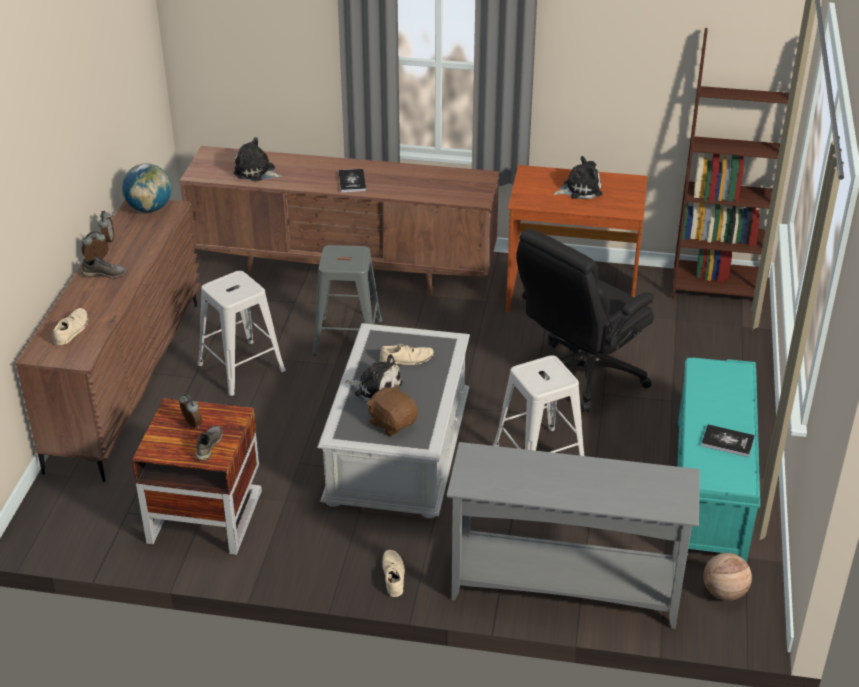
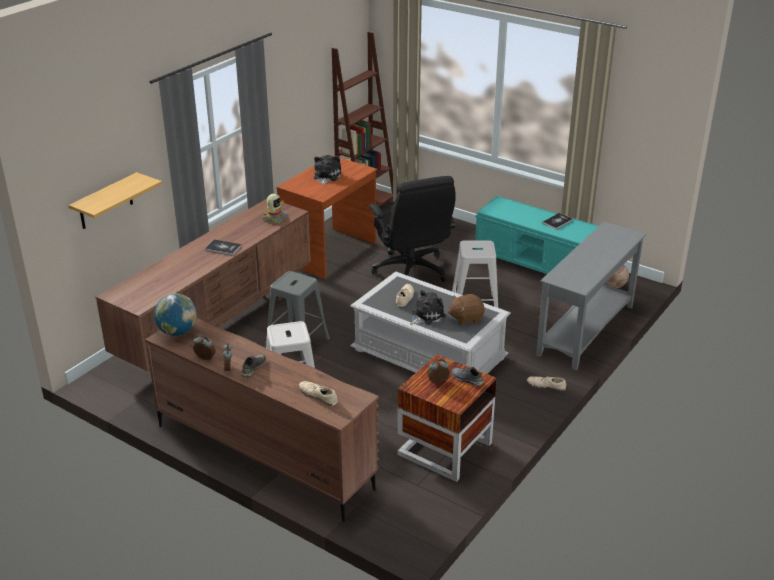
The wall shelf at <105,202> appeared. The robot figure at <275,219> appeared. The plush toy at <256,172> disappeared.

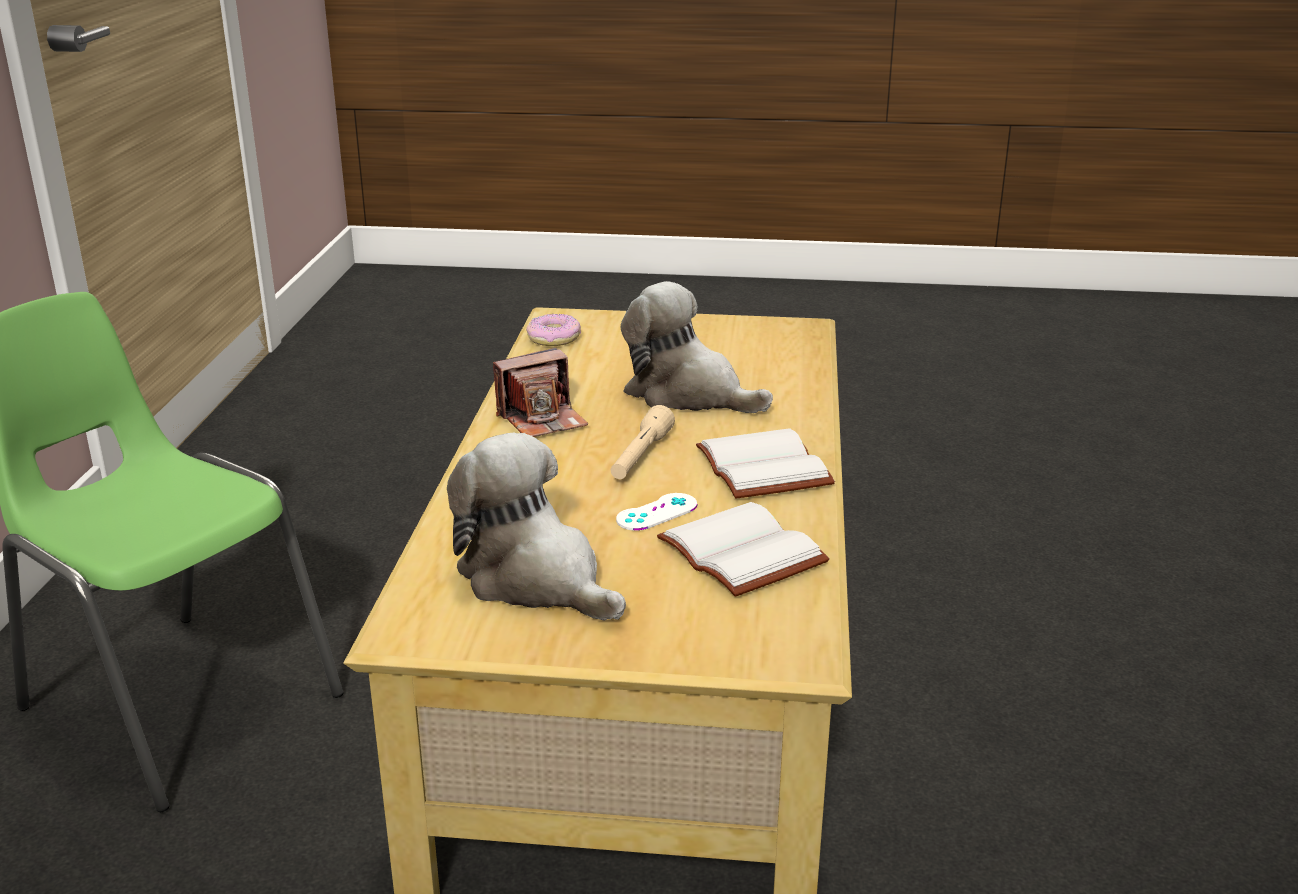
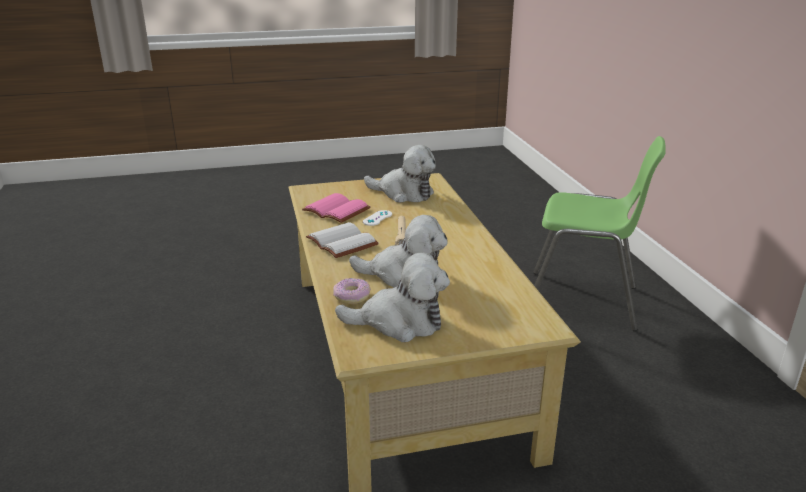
The white book at <746,553> became the pinkish book at <334,210>. The doughnut moved from <554,338> to <351,296>. The plush toy at <399,322> appeared. The still camera at <542,419> disappeared.

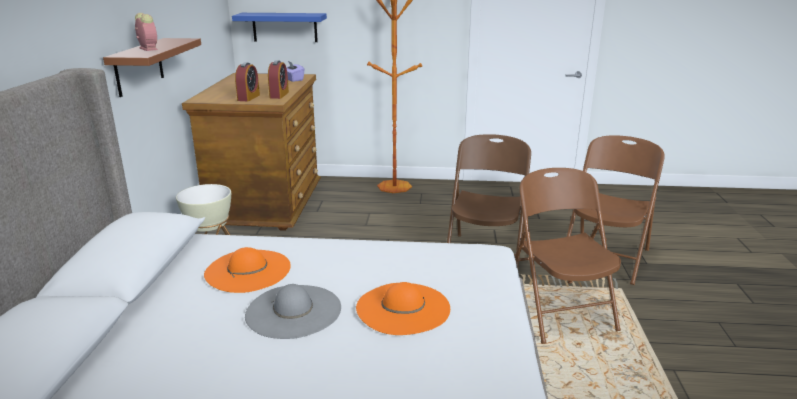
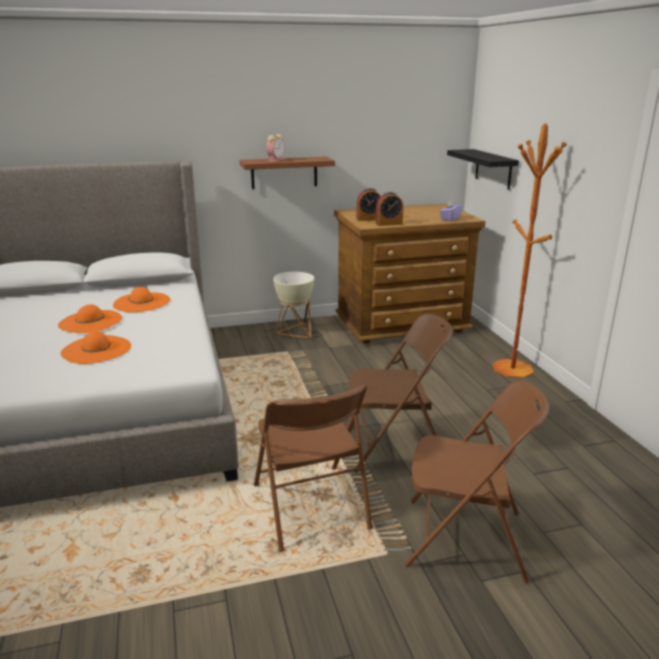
The grey wearable hat at <293,311> became the orange-coloured wearable hat at <90,321>. The brownish upright chair at <558,310> turned 105 degrees clockwise. The bluish wall shelf at <284,27> became the blackish wall shelf at <493,169>.

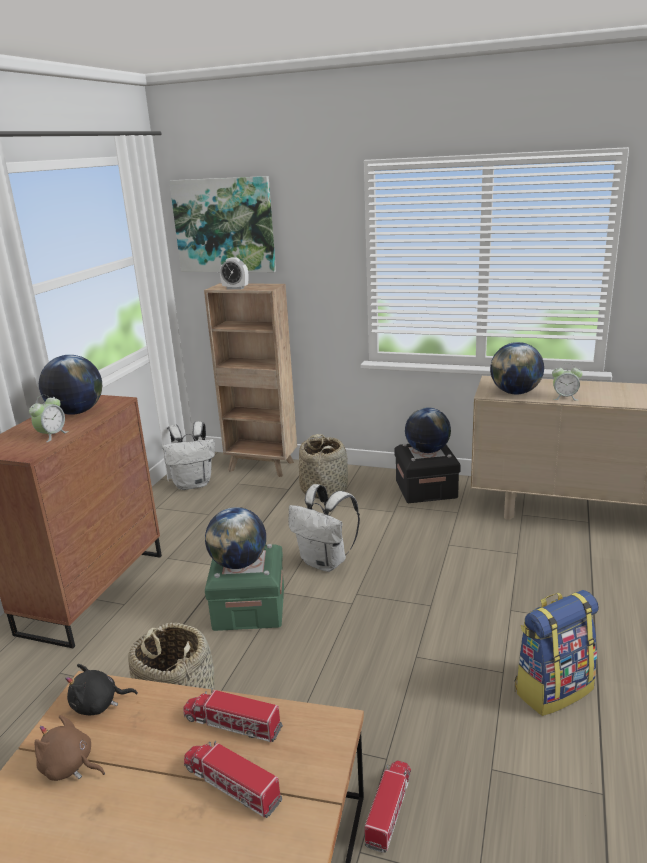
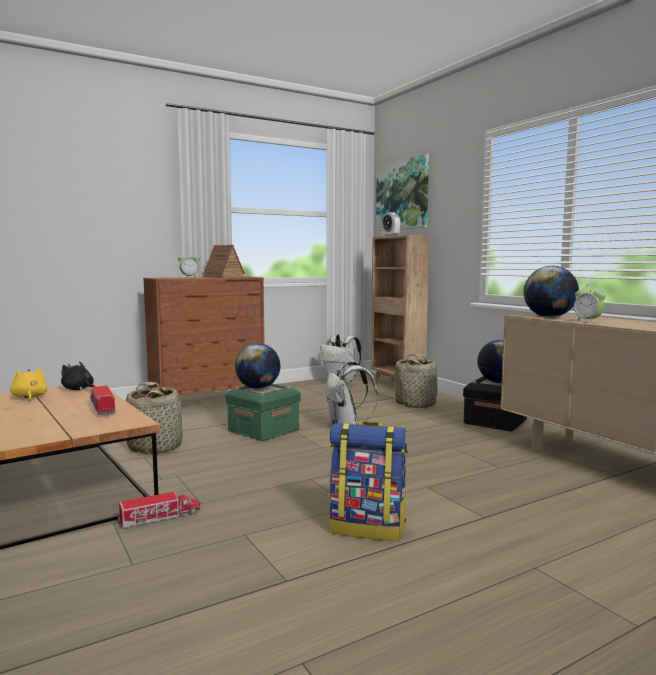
The brownish plush toy at <70,767> became the yellow plush toy at <29,397>. The globe at <76,412> was replaced by the toy house at <222,277>. The toy lorry at <231,784> disappeared.

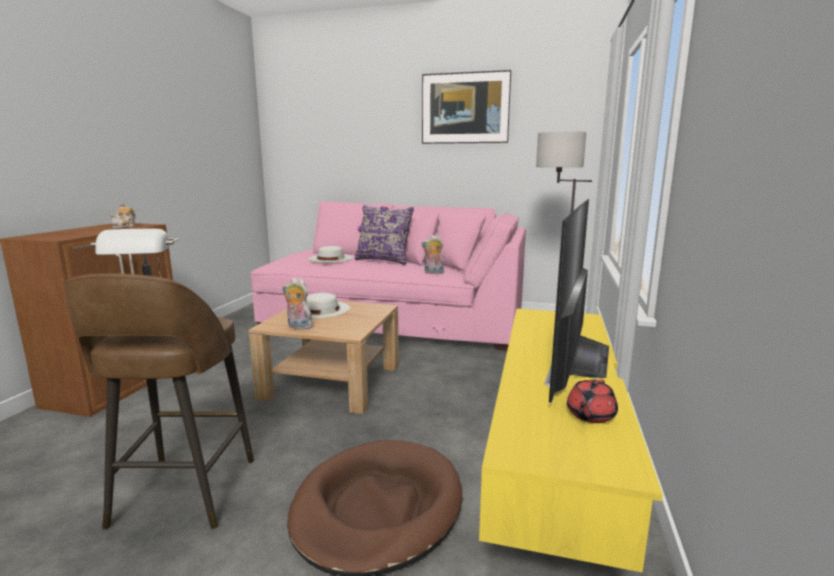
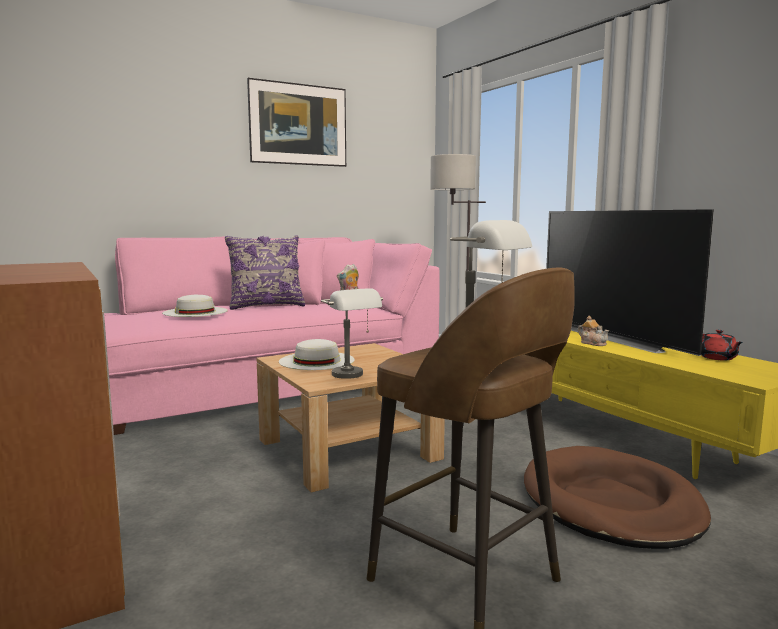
The plush toy at <298,327> was replaced by the grey tabletop lamp at <353,376>. The teapot moved from <125,227> to <593,343>.

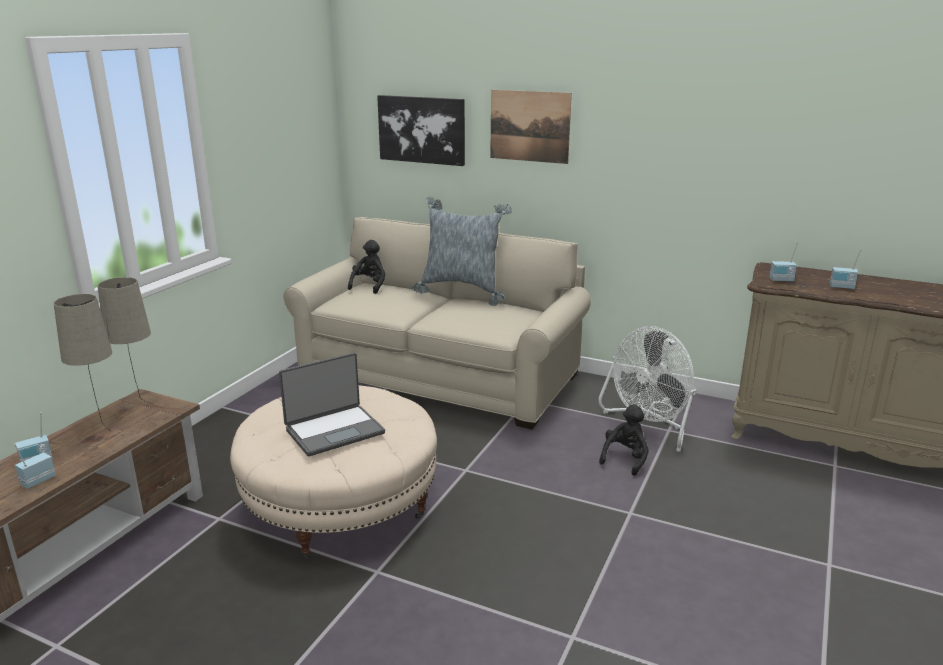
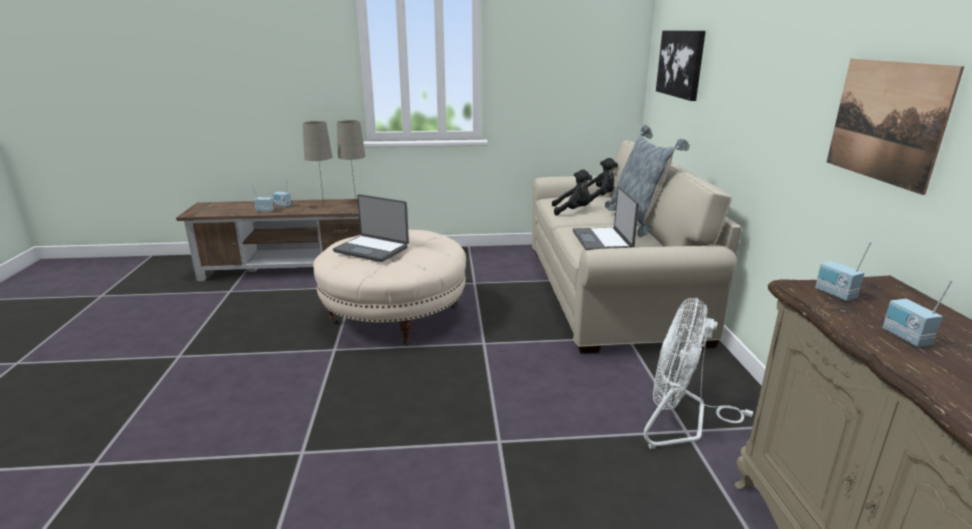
The blackish plush toy moved from <625,459> to <573,211>. The notebook computer at <603,241> appeared. The picture moved from <529,126> to <886,121>.

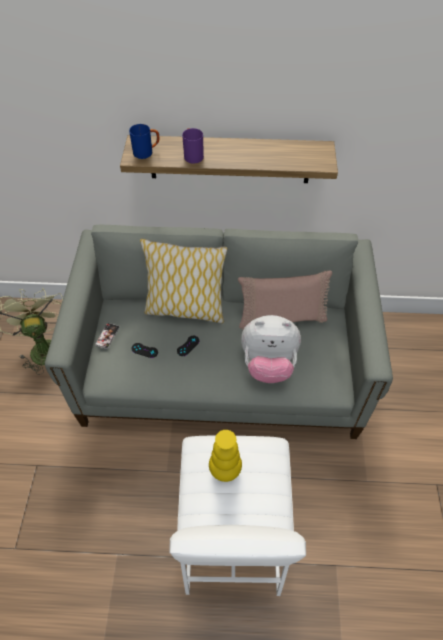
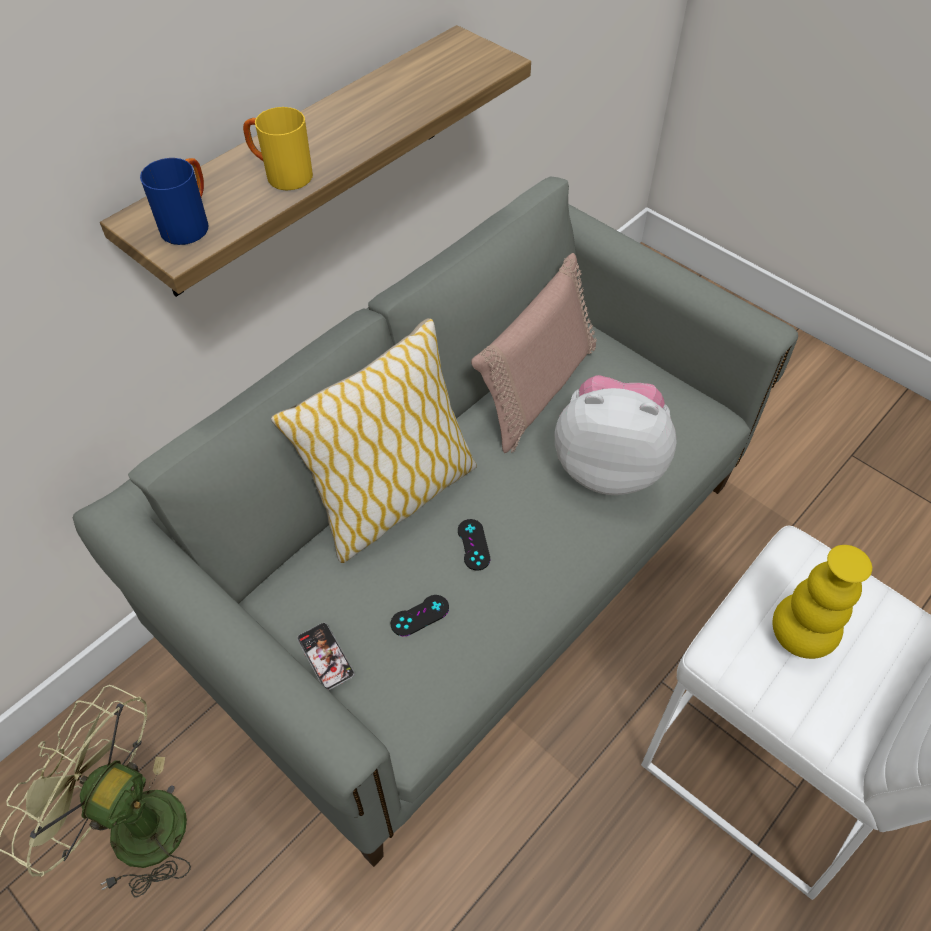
The purple tea mug at <192,155> became the yellow tea mug at <281,175>. The plush toy at <268,364> turned 120 degrees counterclockwise.

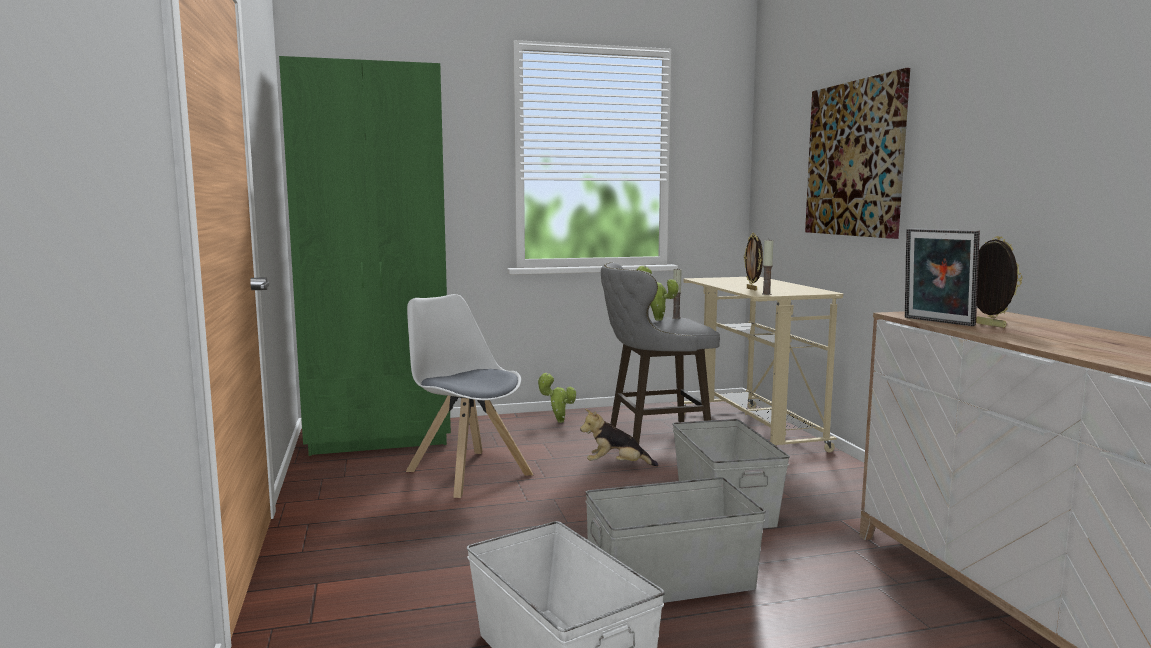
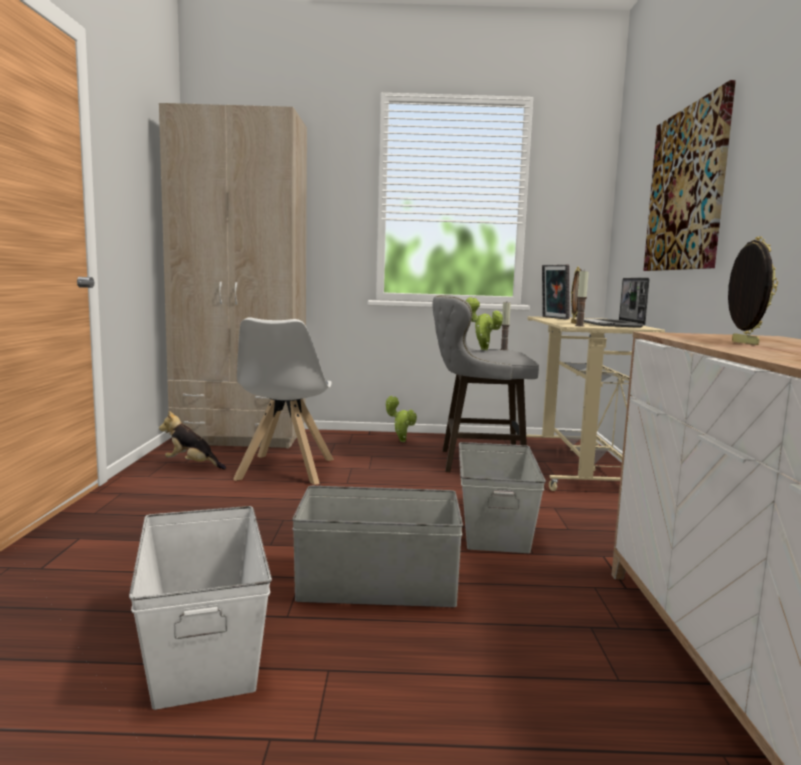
The greenish clothes cupboard at <380,437> became the sand-coloured clothes cupboard at <242,438>. The plush toy moved from <616,465> to <192,465>. The upright chair at <467,472> turned 150 degrees counterclockwise. The standing frame moved from <936,322> to <553,318>. The notebook computer at <611,324> appeared.

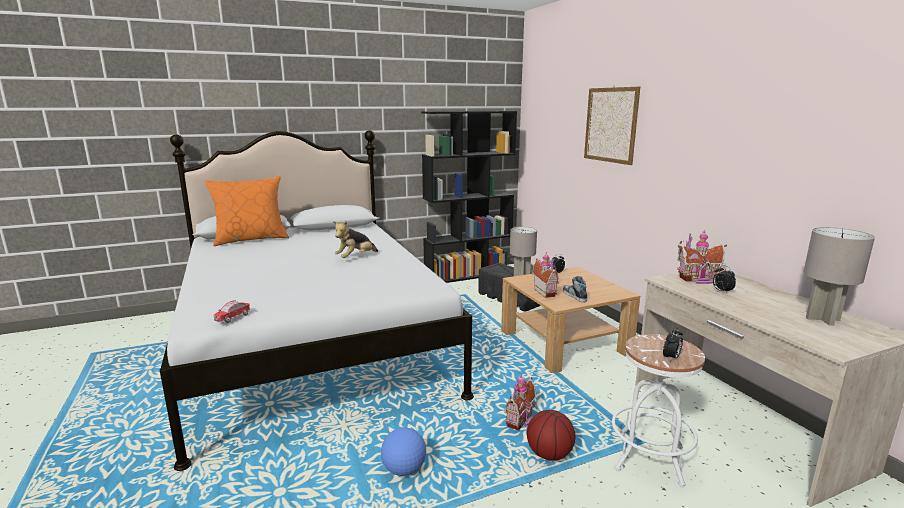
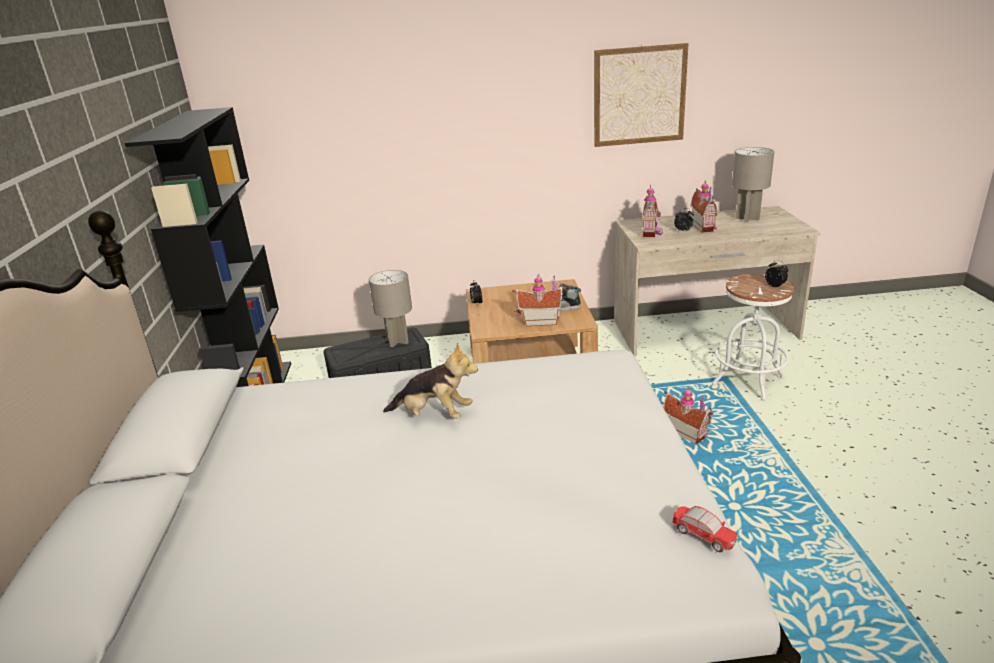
The plush toy at <355,258> turned 45 degrees counterclockwise. The picture moved from <611,124> to <639,94>. The toy house at <705,227> appeared. The orange-coloured throw pillow at <251,239> disappeared. The ball for football at <404,470> disappeared. The ball for basketball at <549,454> disappeared.

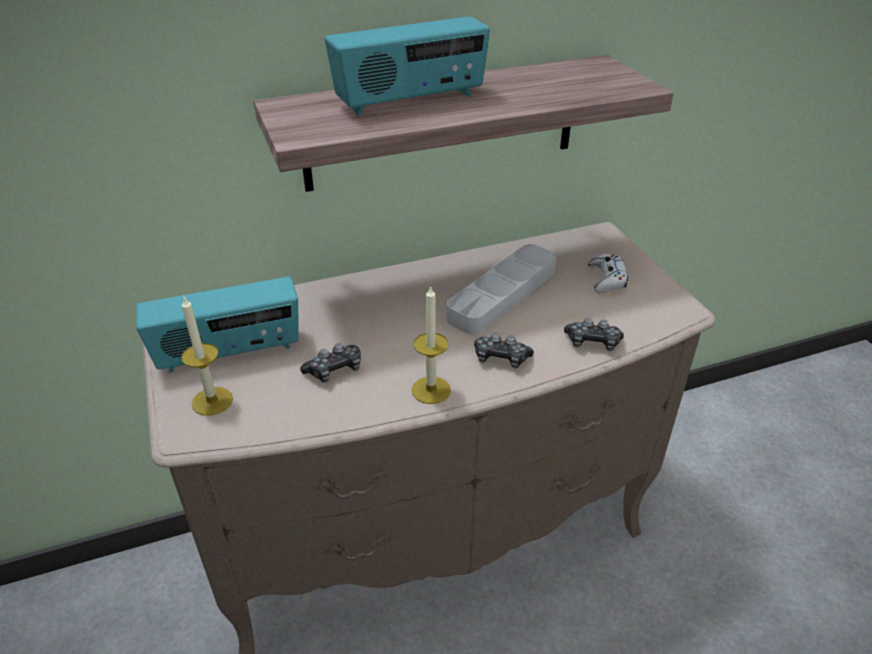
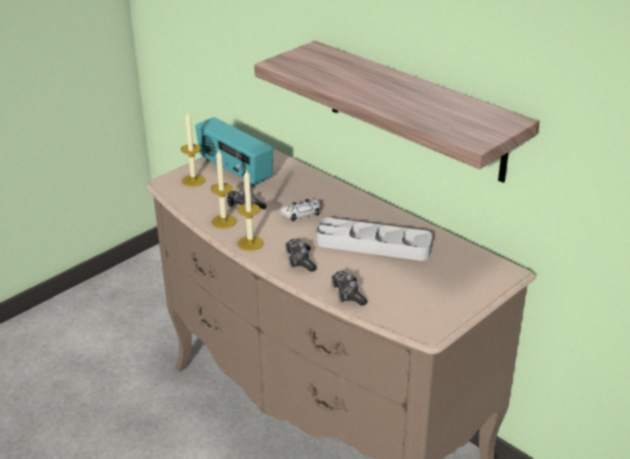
The wax candle at <224,221> appeared. The white gamepad moved from <606,279> to <301,214>. The radio receiver at <411,101> disappeared.

